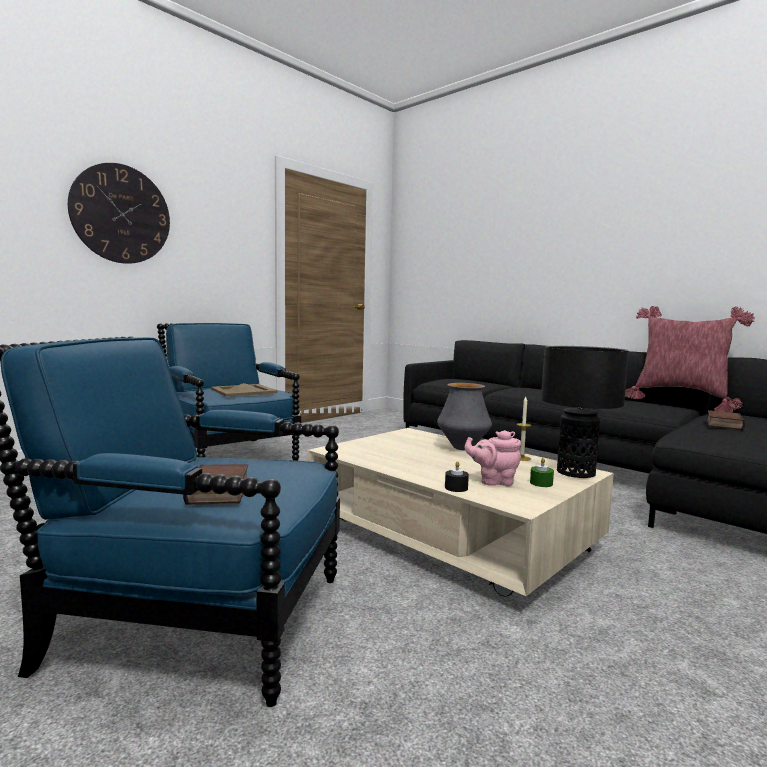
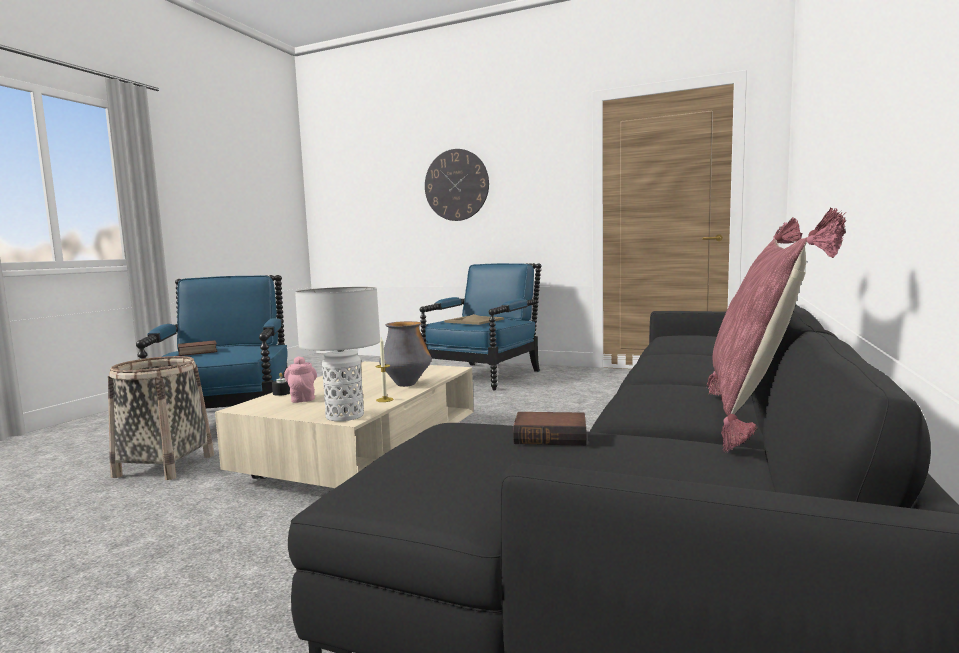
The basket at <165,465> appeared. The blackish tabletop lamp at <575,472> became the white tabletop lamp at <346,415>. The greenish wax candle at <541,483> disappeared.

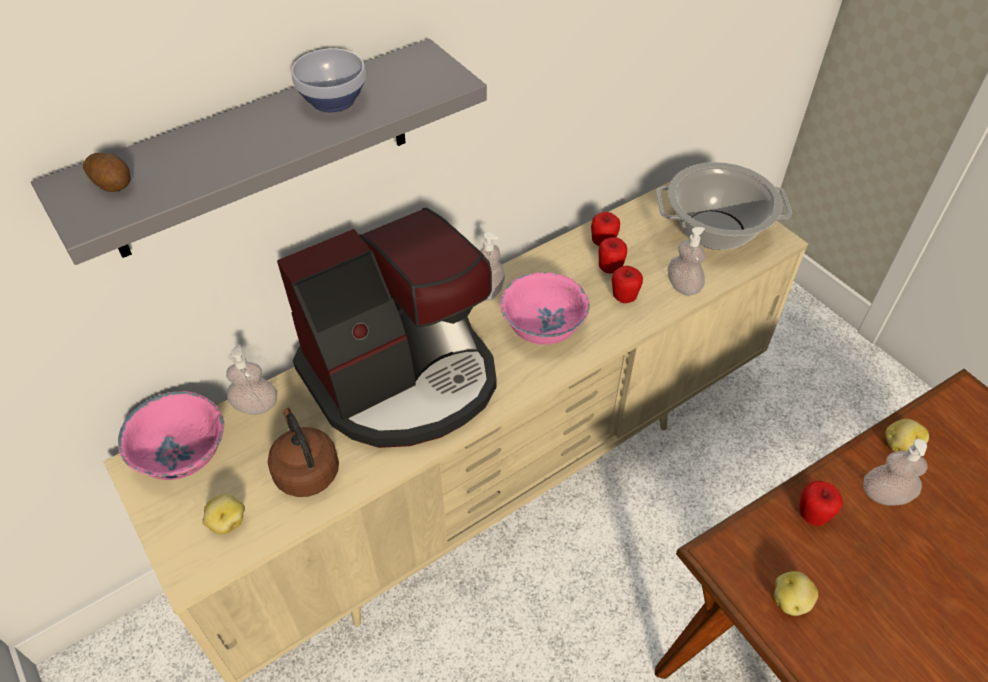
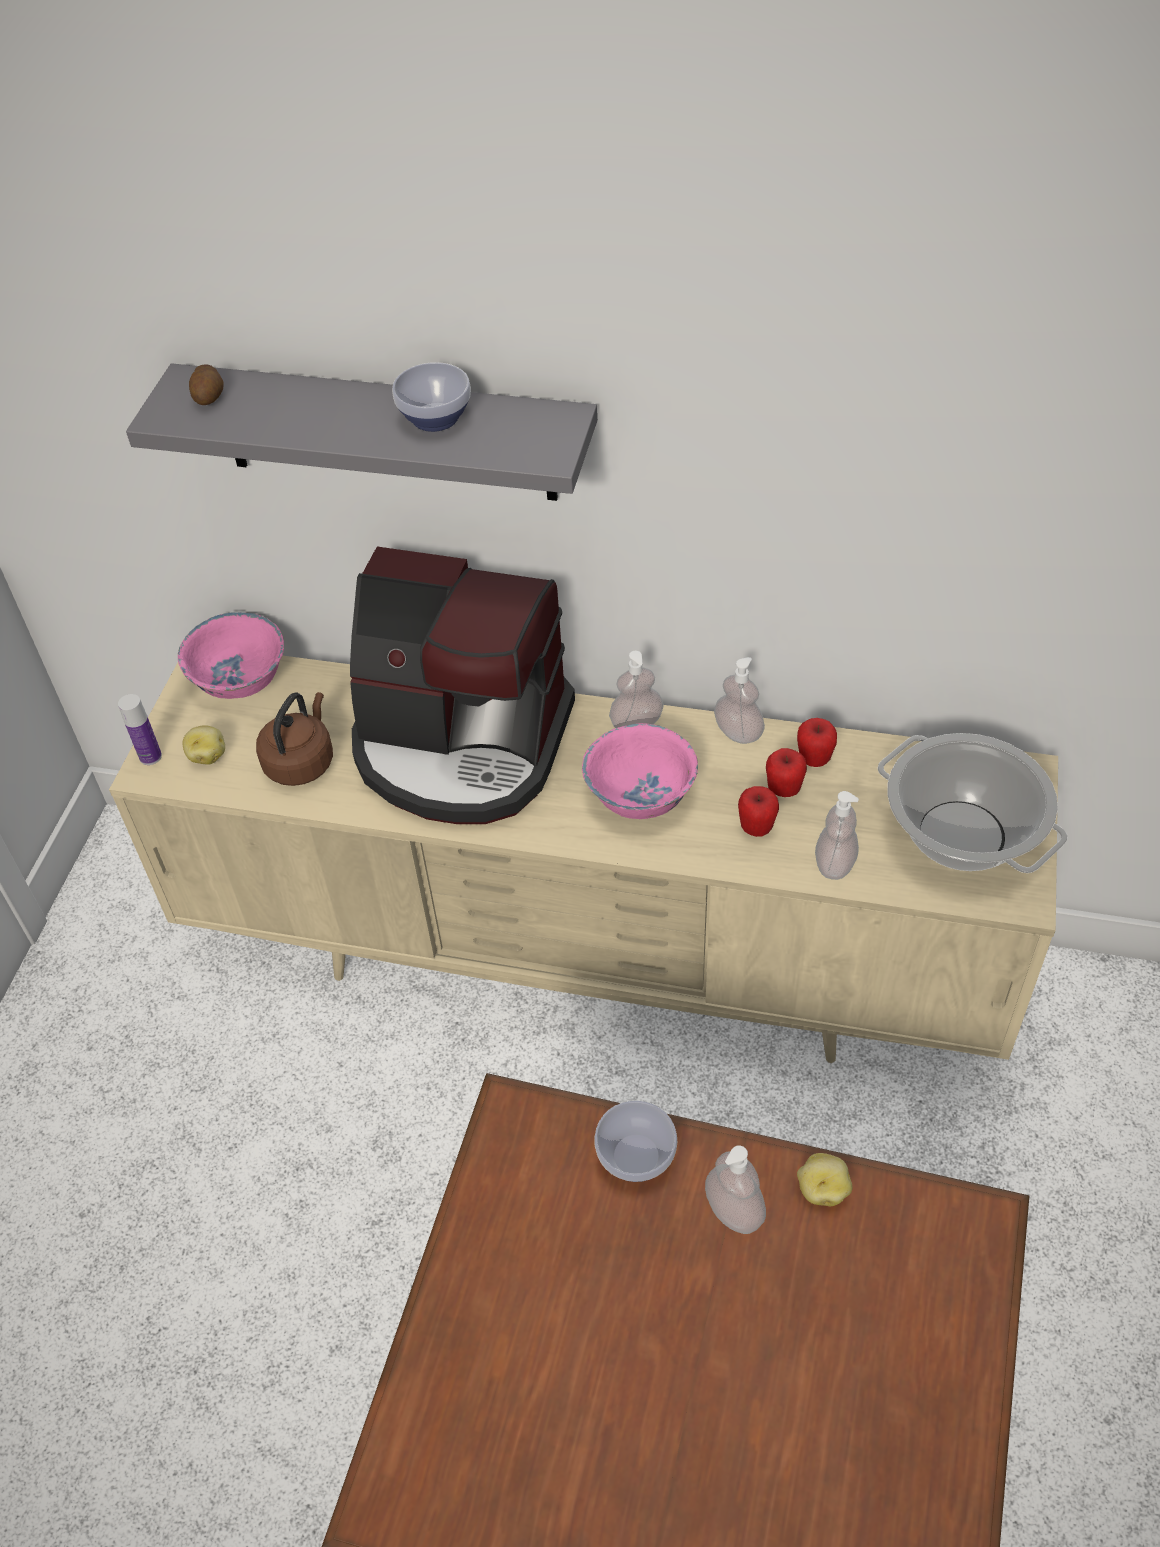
The bottle at <150,756> appeared. The whole apple at <812,515> was replaced by the serving bowl at <637,1158>. The soap bottle moved from <256,406> to <738,732>. The whole potato at <790,600> disappeared.

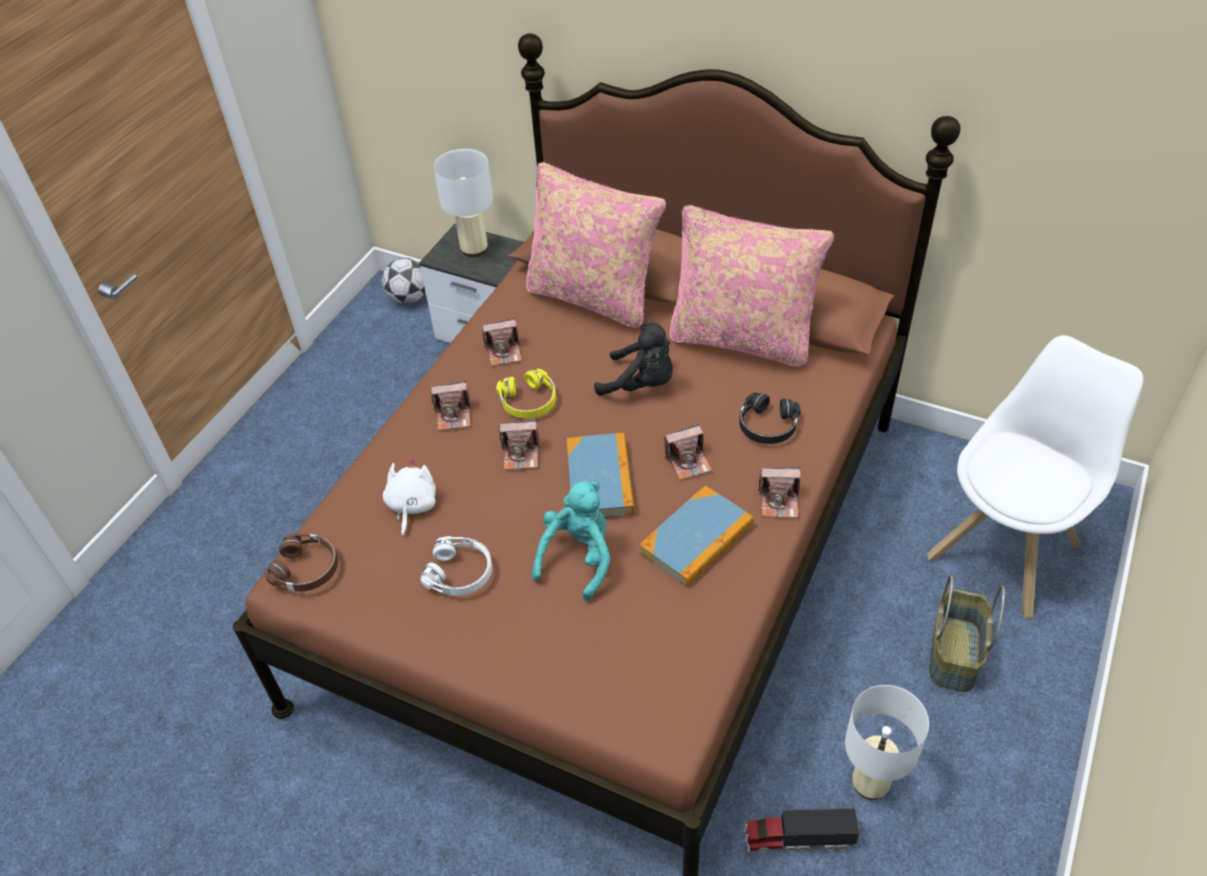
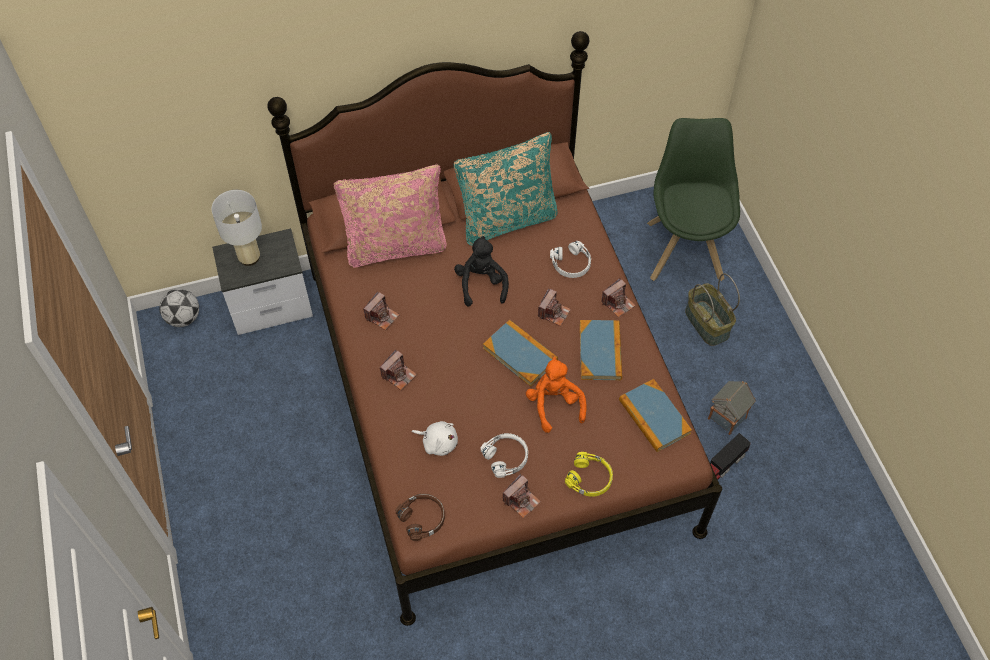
The white plush toy at <411,506> turned 150 degrees clockwise. The pinkish throw pillow at <742,342> became the turquoise-coloured throw pillow at <508,221>. The blackish plush toy at <641,384> turned 75 degrees counterclockwise. The still camera moved from <521,454> to <521,500>. The turquoise-coloured plush toy at <578,558> became the orange-coloured plush toy at <554,404>. The blackish headset at <767,426> became the white headset at <571,264>. The yellow headset moved from <529,401> to <590,478>. The book at <654,417> appeared. The white upright chair at <1006,551> became the greenish upright chair at <684,250>. The white tabletop lamp at <871,784> was replaced by the toy house at <727,417>.

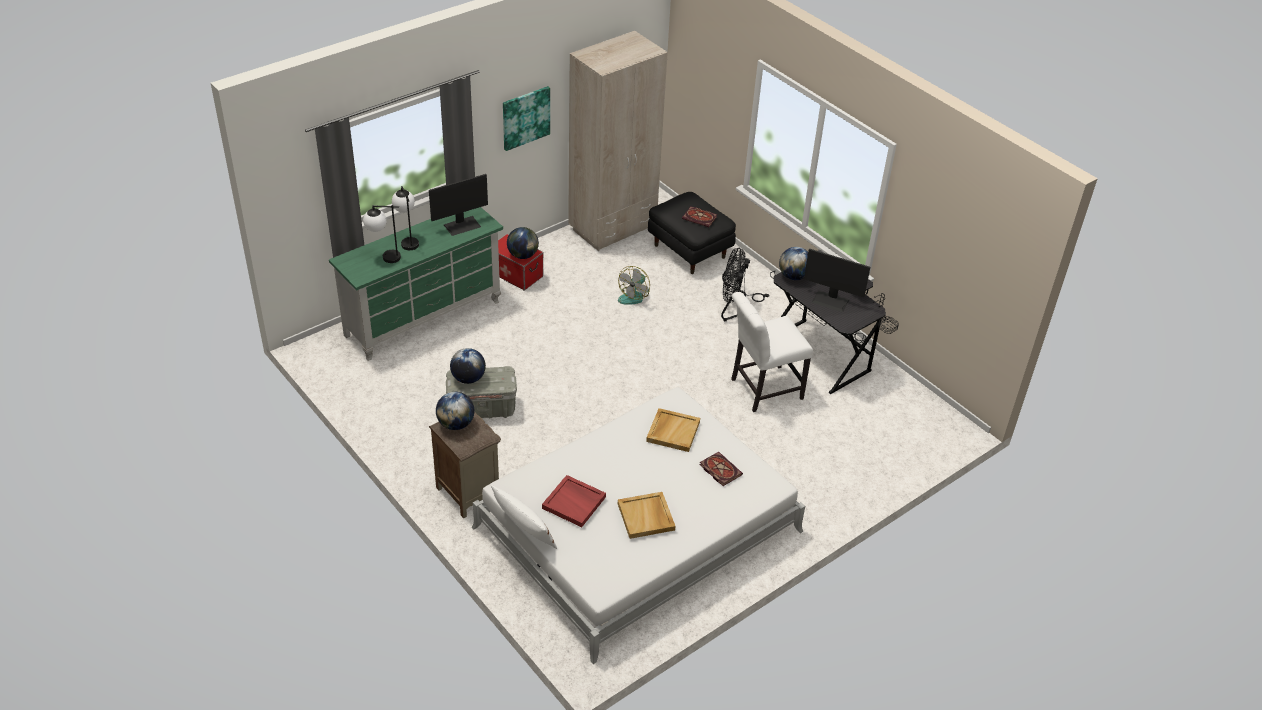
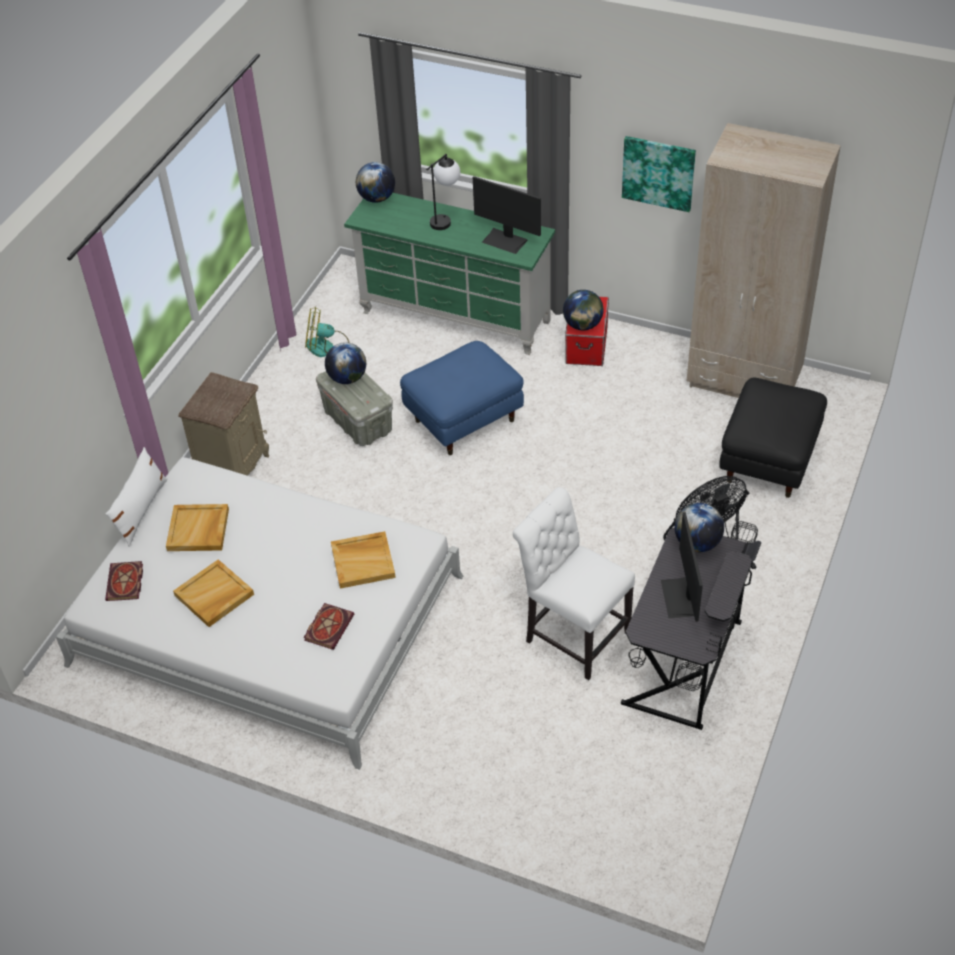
The book moved from <700,218> to <126,583>. The red serving tray at <574,502> became the sand-coloured serving tray at <198,530>. The cooling fan moved from <634,295> to <327,347>. The globe moved from <456,424> to <377,198>. The bluish ottoman at <463,421> appeared. The tabletop lamp at <384,257> disappeared.

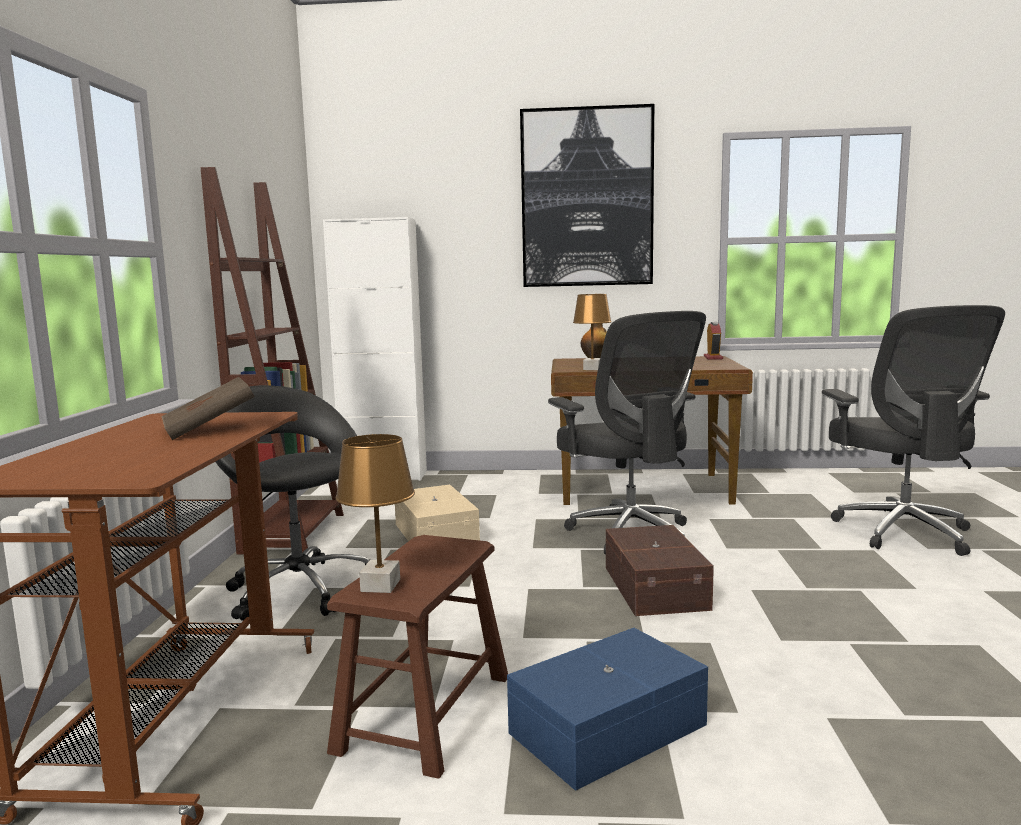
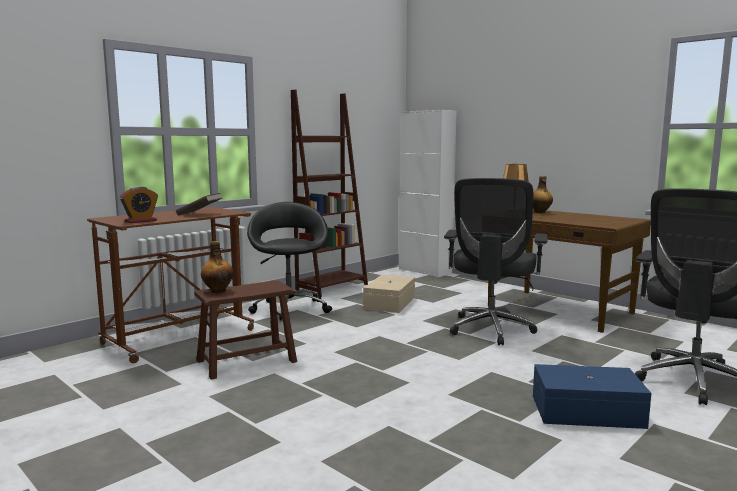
The table clock moved from <713,358> to <140,221>. The brownish tabletop lamp at <380,585> was replaced by the bottle at <218,291>. The bluish storage bin moved from <604,728> to <585,410>. The picture at <587,198> disappeared. The brownish storage bin at <657,587> disappeared.

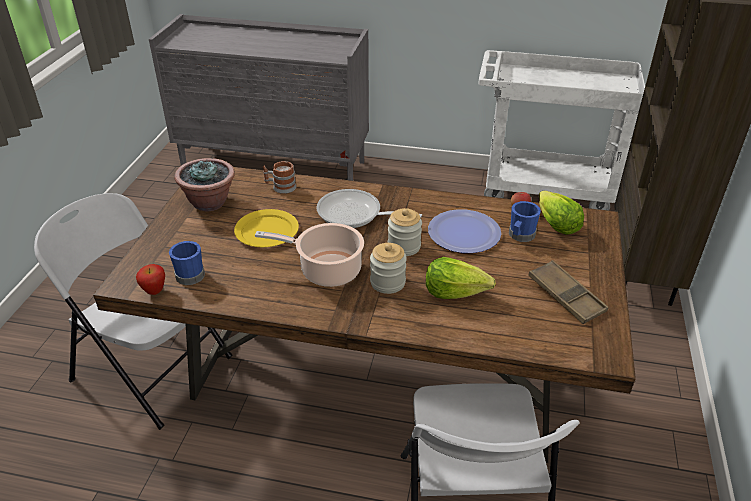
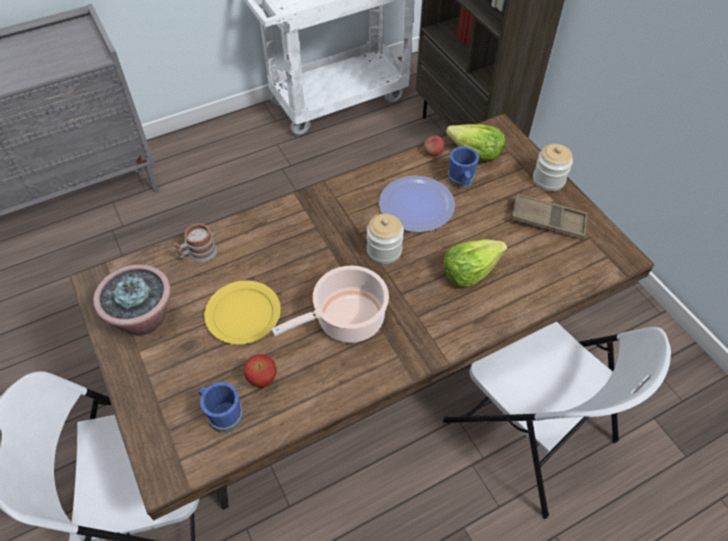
The whole apple moved from <154,291> to <263,381>. The storage jar moved from <387,282> to <548,180>. The pan at <355,215> disappeared.

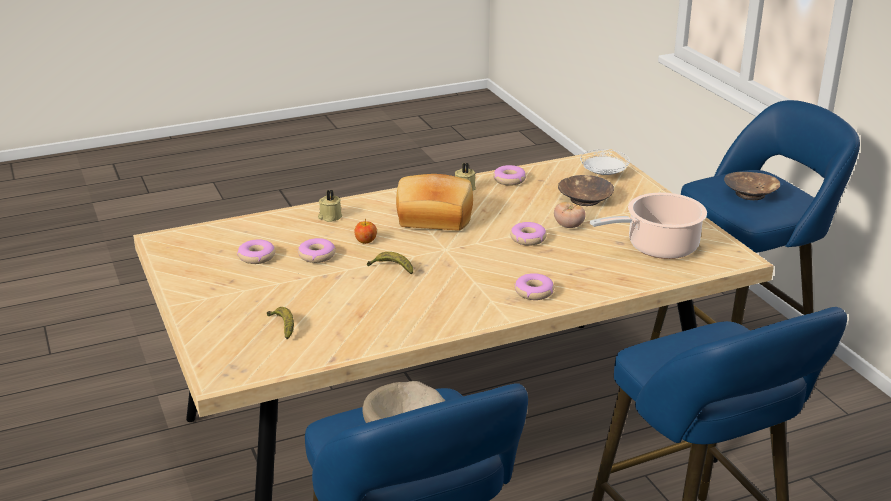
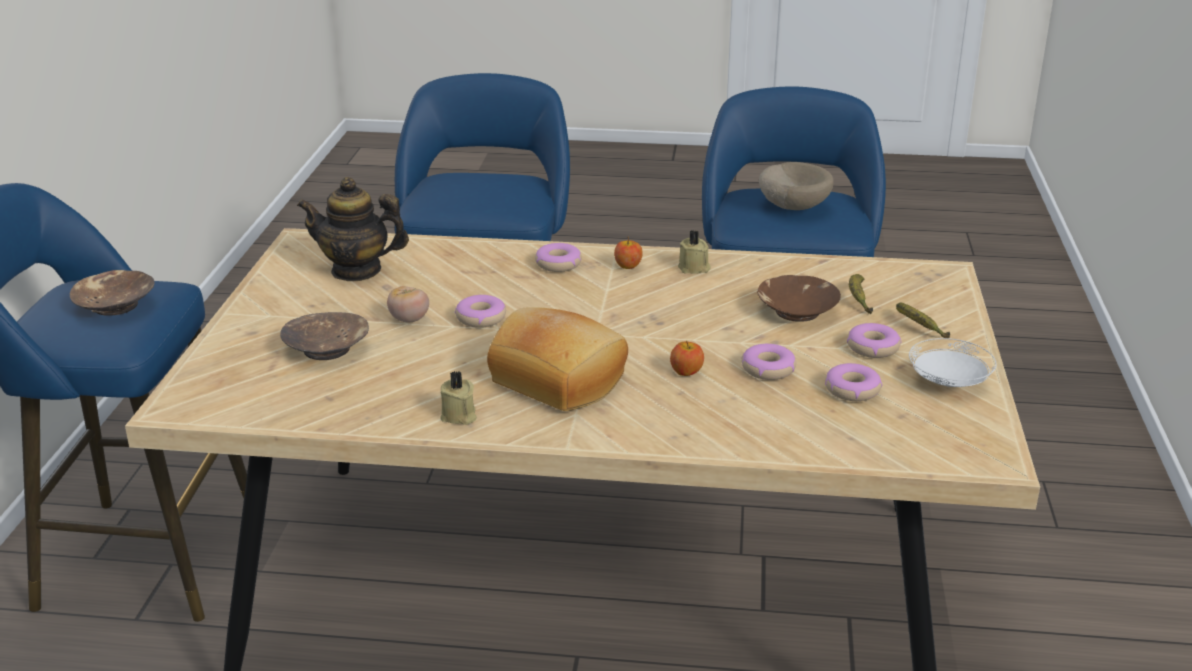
The cooking pot at <658,247> was replaced by the teapot at <356,270>. The whole apple at <628,266> appeared. The sand-coloured wax candle moved from <329,217> to <694,268>. The brownish serving bowl at <796,311> appeared. The doughnut moved from <509,180> to <872,348>. The banana fruit moved from <392,268> to <917,327>. The white dinner plate moved from <603,174> to <949,383>.

